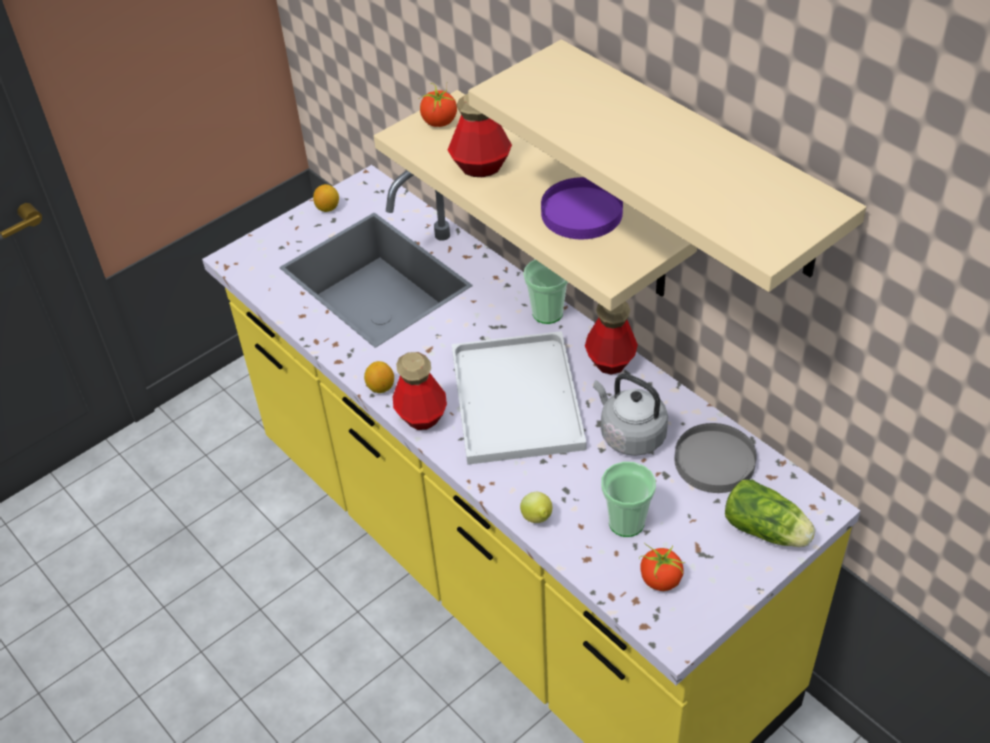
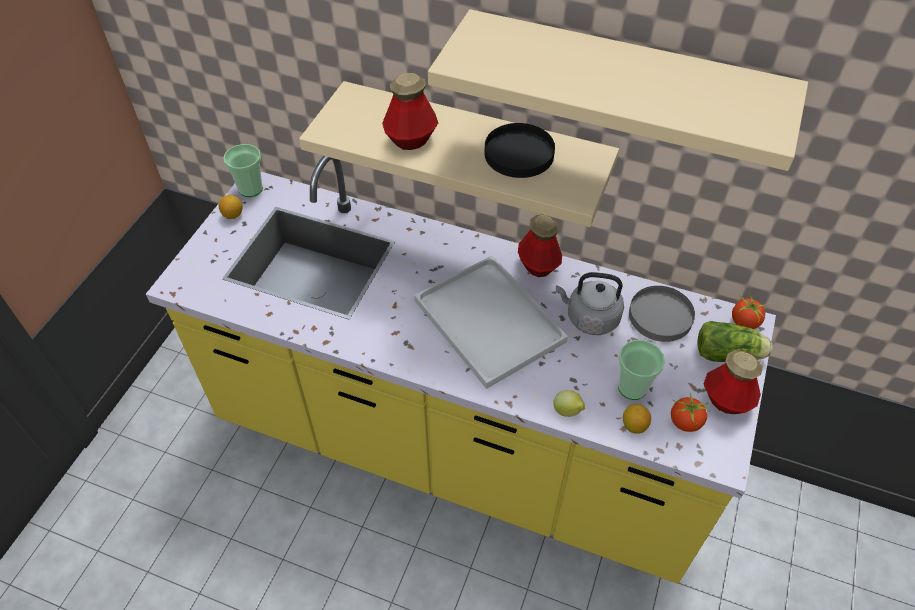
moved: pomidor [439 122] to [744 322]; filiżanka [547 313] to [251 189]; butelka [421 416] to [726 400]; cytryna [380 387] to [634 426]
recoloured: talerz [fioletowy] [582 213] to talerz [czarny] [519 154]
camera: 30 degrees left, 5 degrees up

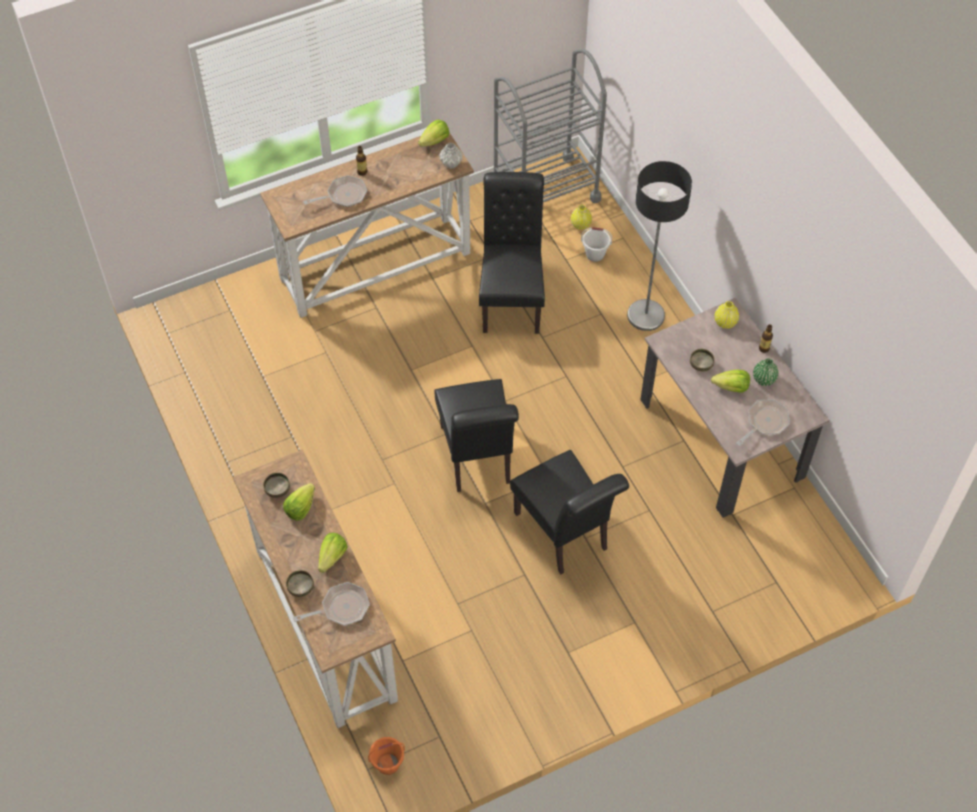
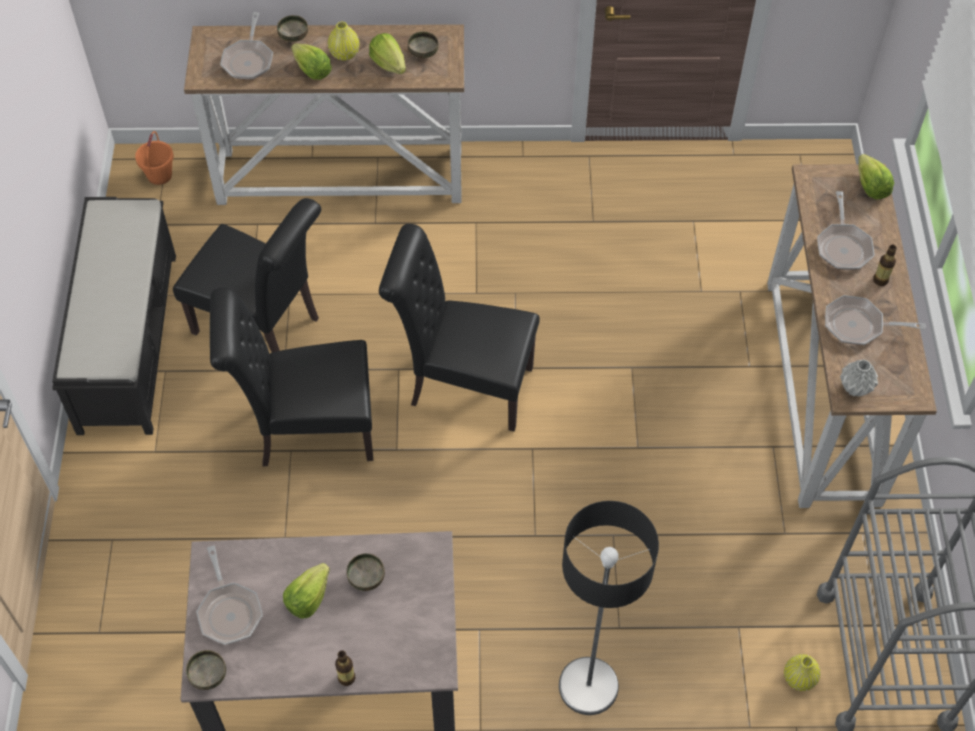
removed: wiadro [biały] [595 254]; wazon [zielony] [764 379]
added: ławka [czarny] [128 340]; patelnia [858 325]; miska [207 676]
moved: sałata [435 141] to [870 187]; krzesło [czarny] [511 297] to [263 327]; wazon [żółty] [725 322] to [344 54]
camera: 115 degrees right, 0 degrees up

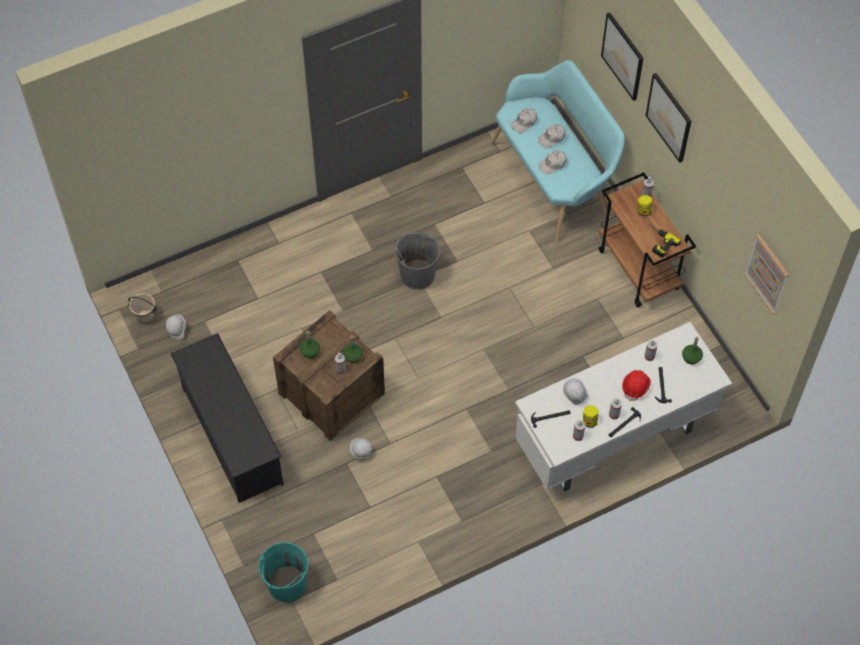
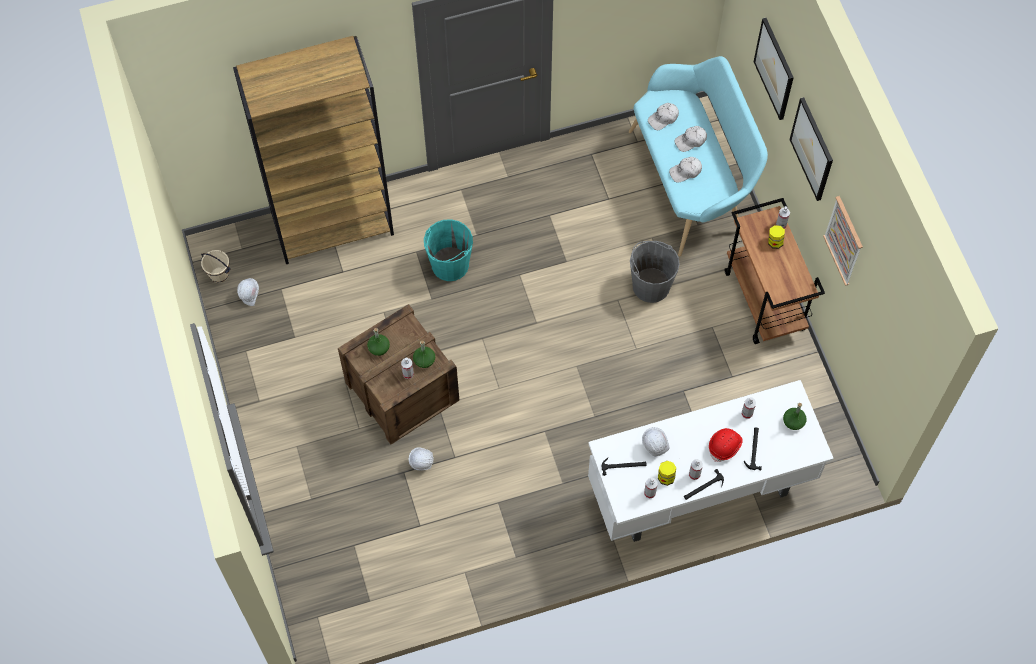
removed: wiertarka [658 242]; regał na buty [czarny] [231 436]
added: regał [brązowy] [333 225]
moved: wiadro [szary] [417 275] to [651 285]; obraz [767 273] to [844 240]; wiadro [turkusowy] [286 584] to [449 265]
camera: 10 degrees right, 5 degrees up

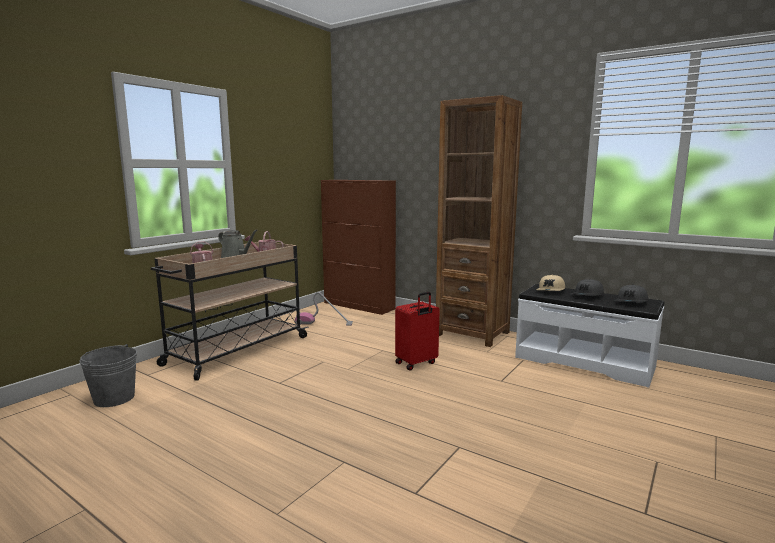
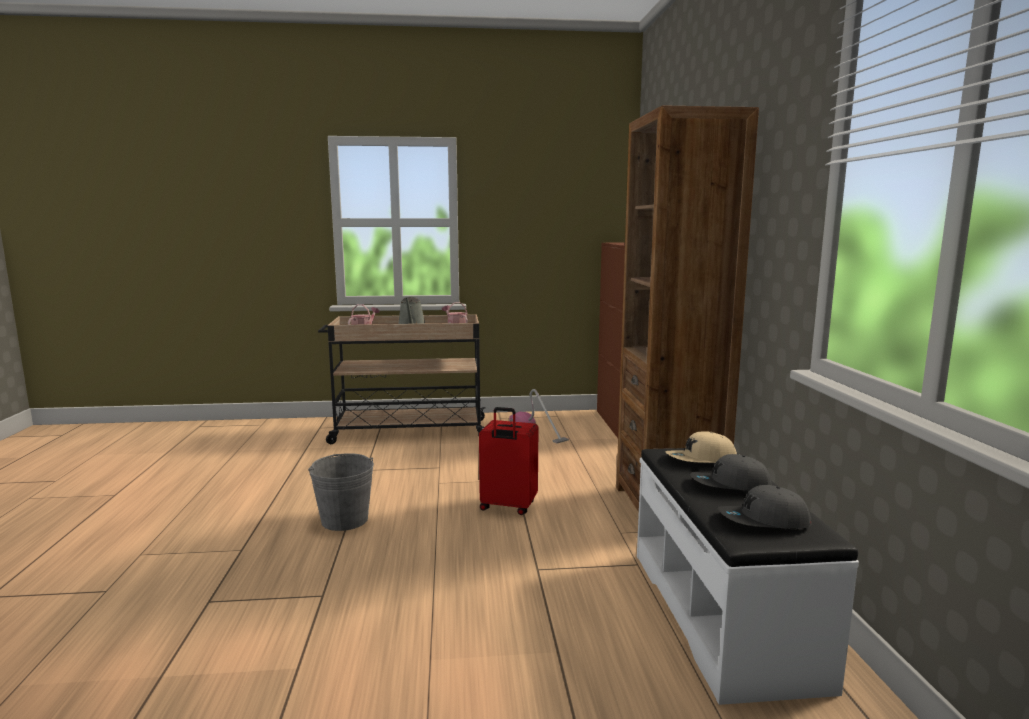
moved: wiadro [szary] [114 398] to [344 520]
camera: 50 degrees right, 0 degrees up

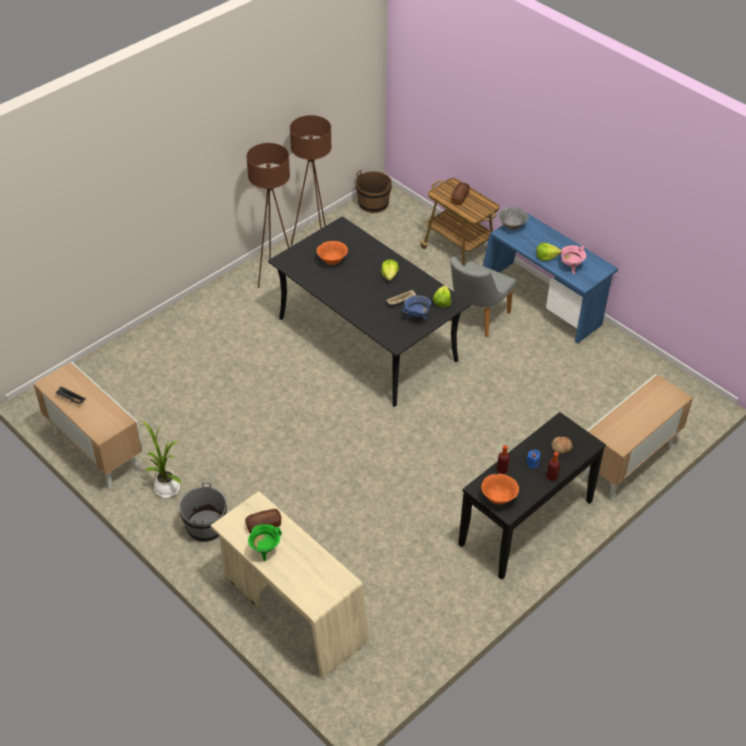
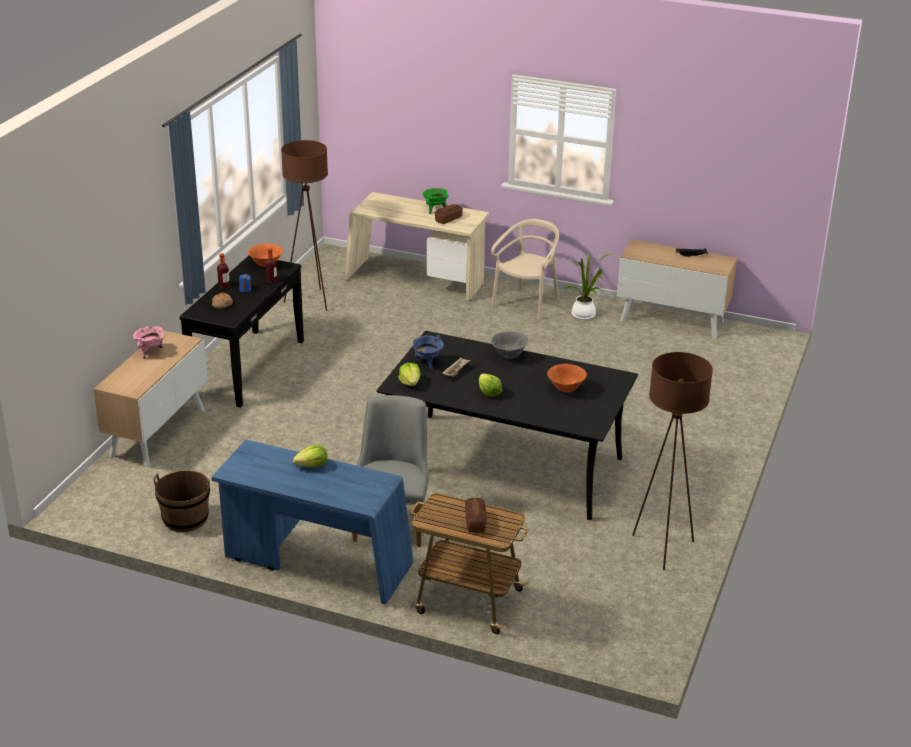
moved: lampa stojąca [brązowy] [275 275] to [310 301]; wiadro [brązowy] [373 204] to [185 518]; miska [szary] [512 226] to [509 356]; garnek [różowy] [571 267] to [150 352]
replaced: wiadro [szary] [206 526] to krzesło [beżowy] [526 303]
camera: 155 degrees right, 15 degrees down

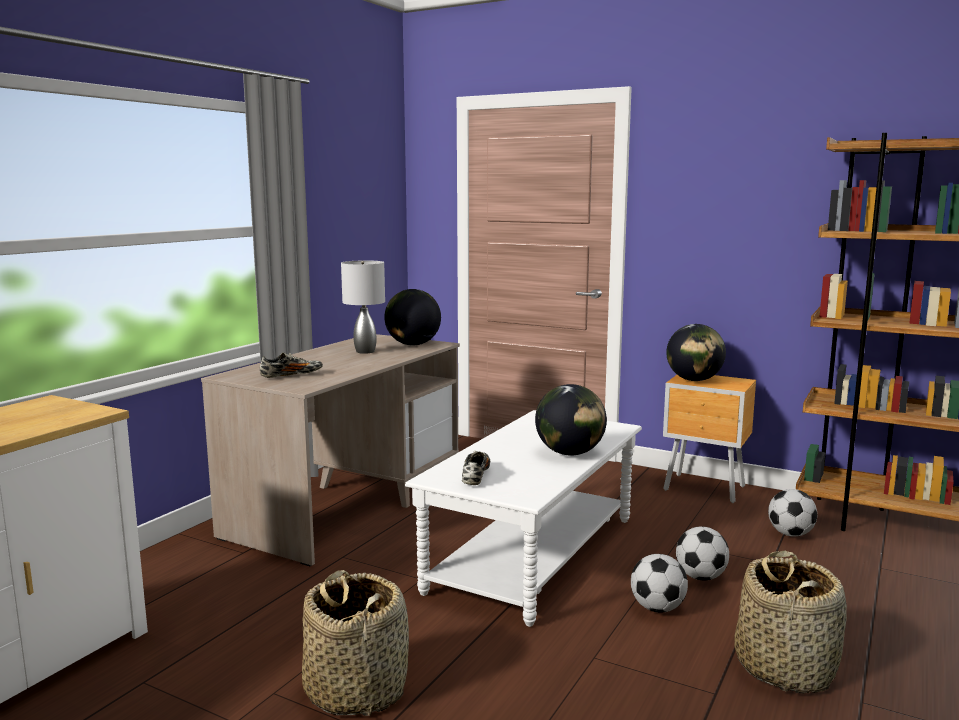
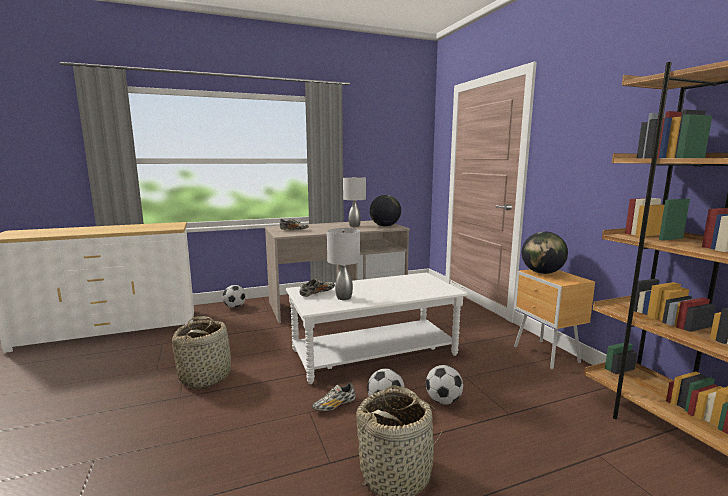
removed: globus [569 453]
added: lampa stołowa [szary] [344 297]; but [334 406]
moved: piłka futbolowa [790 534] to [235 307]
camera: 40 degrees right, 0 degrees up

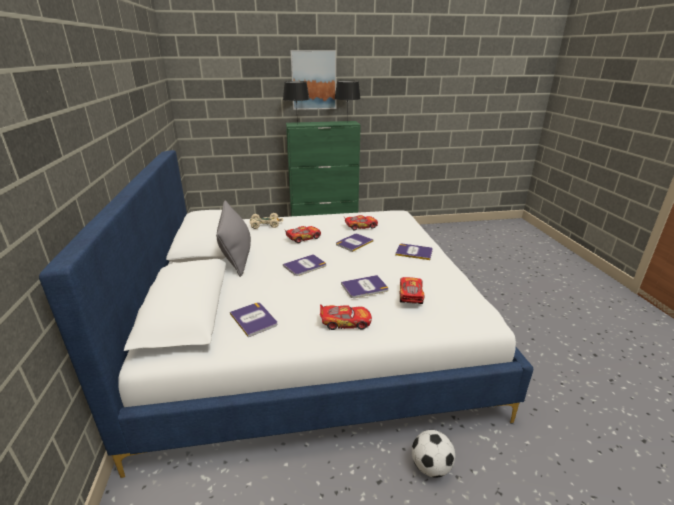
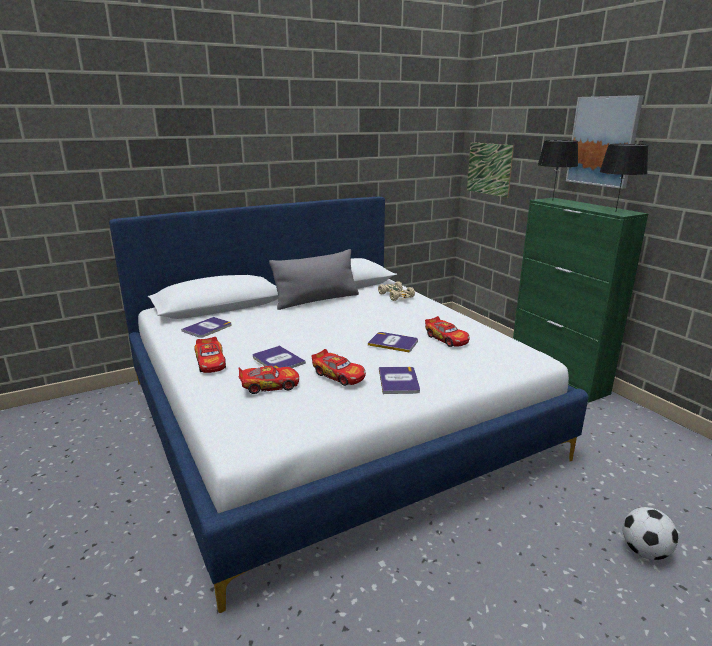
removed: książka [305 266]
added: obraz [489 169]
moved: samochodzik [303 238] to [339 375]; piłka futbolowa [431 466] to [645 551]
camera: 70 degrees right, 5 degrees down

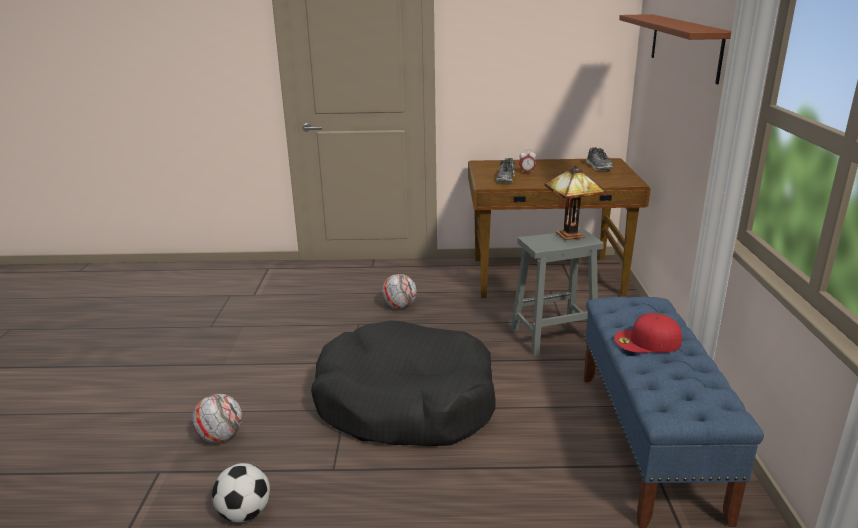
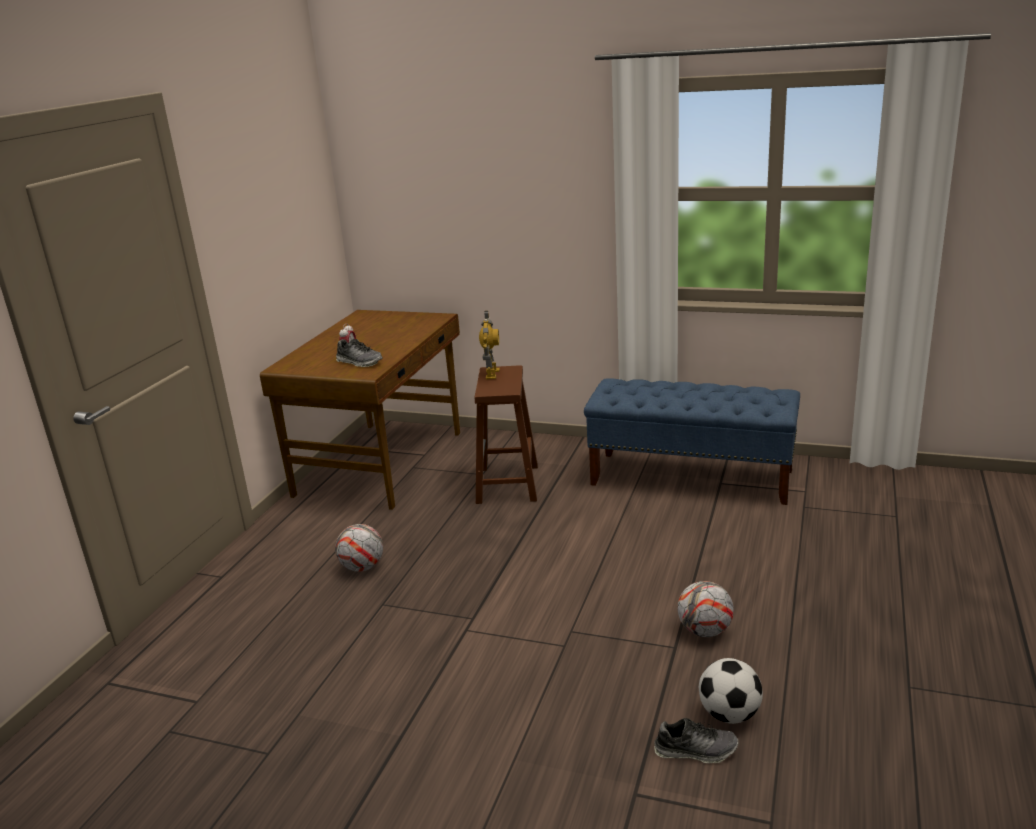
removed: półka [brązowy] [684 45]; czapka z daszkiem [czerwony] [646 341]; legowisko [czarny] [405 403]
moved: but [598 167] to [695 750]; piłka futbolowa [220 437] to [704 631]
replaced: lampa stołowa [571 234] to robot zabawkowy [491 374]
recoloured: stołek [szary] [552 337] to stołek [brązowy] [508 485]
camera: 70 degrees left, 0 degrees up

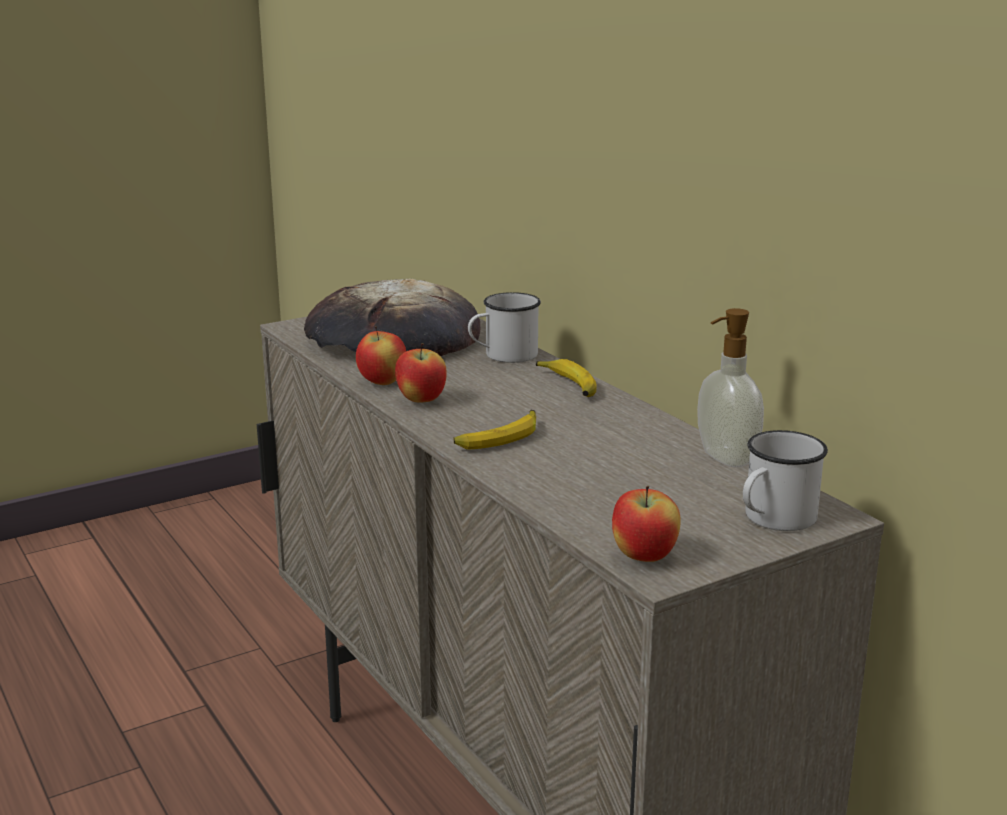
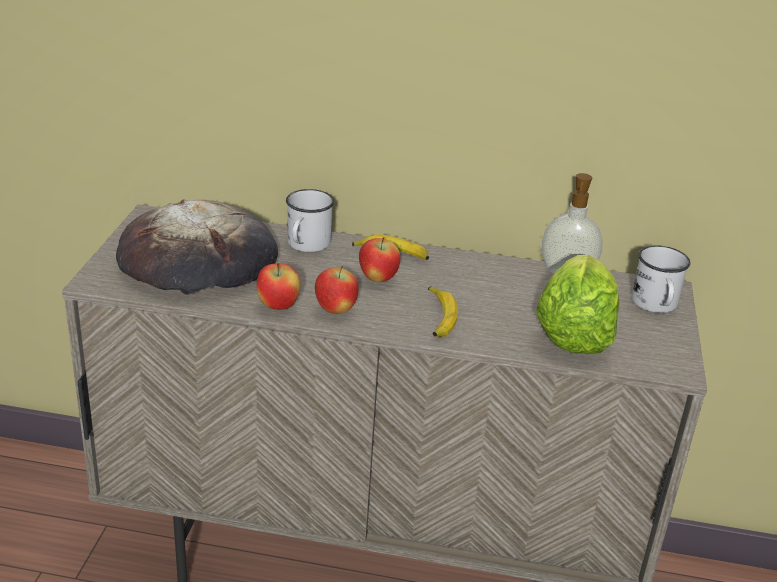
added: sałata [574 333]
moved: jabłko [644 557] to [378 279]
camera: 50 degrees left, 10 degrees up

